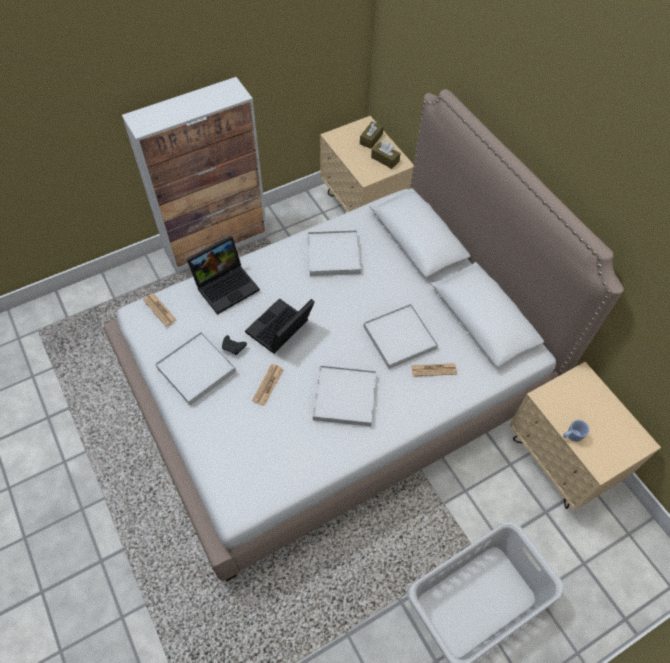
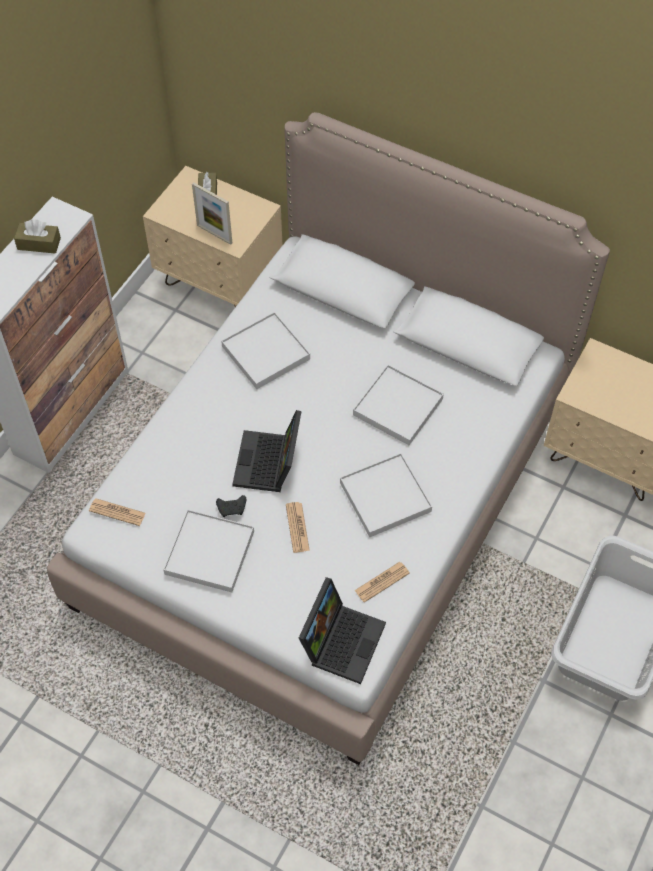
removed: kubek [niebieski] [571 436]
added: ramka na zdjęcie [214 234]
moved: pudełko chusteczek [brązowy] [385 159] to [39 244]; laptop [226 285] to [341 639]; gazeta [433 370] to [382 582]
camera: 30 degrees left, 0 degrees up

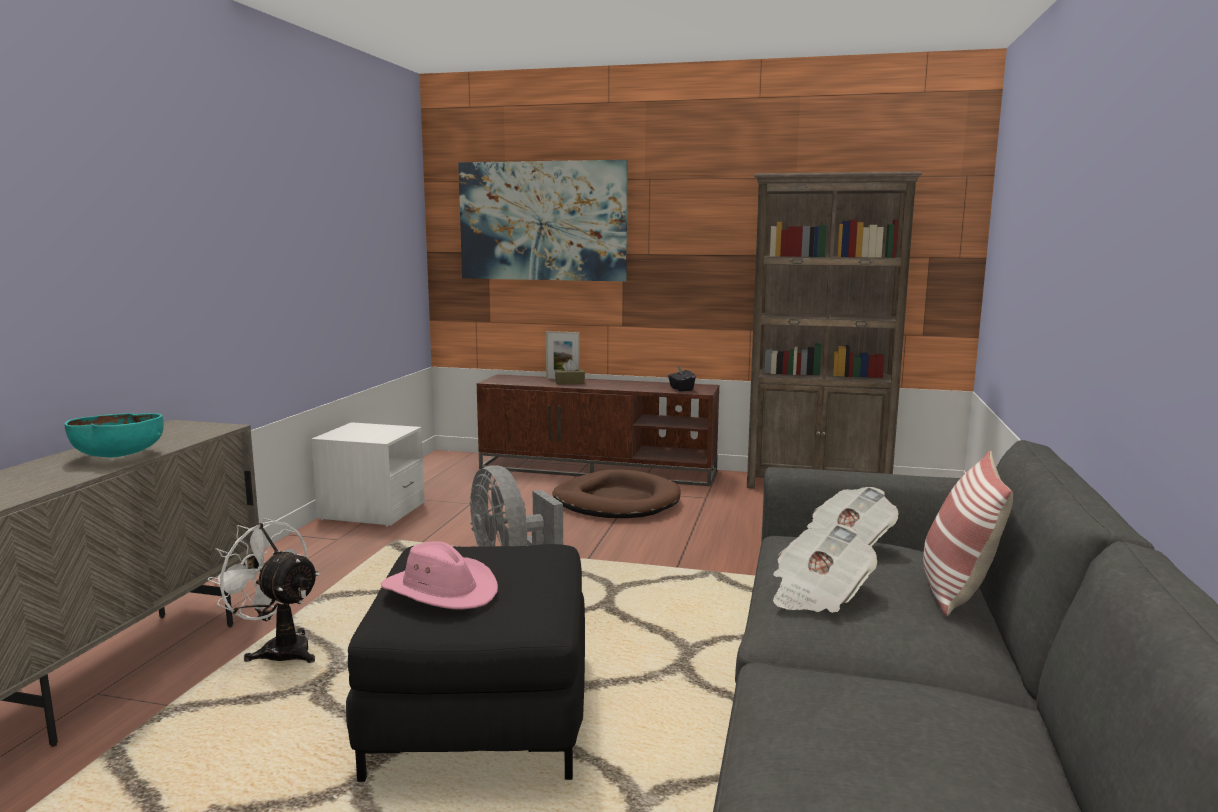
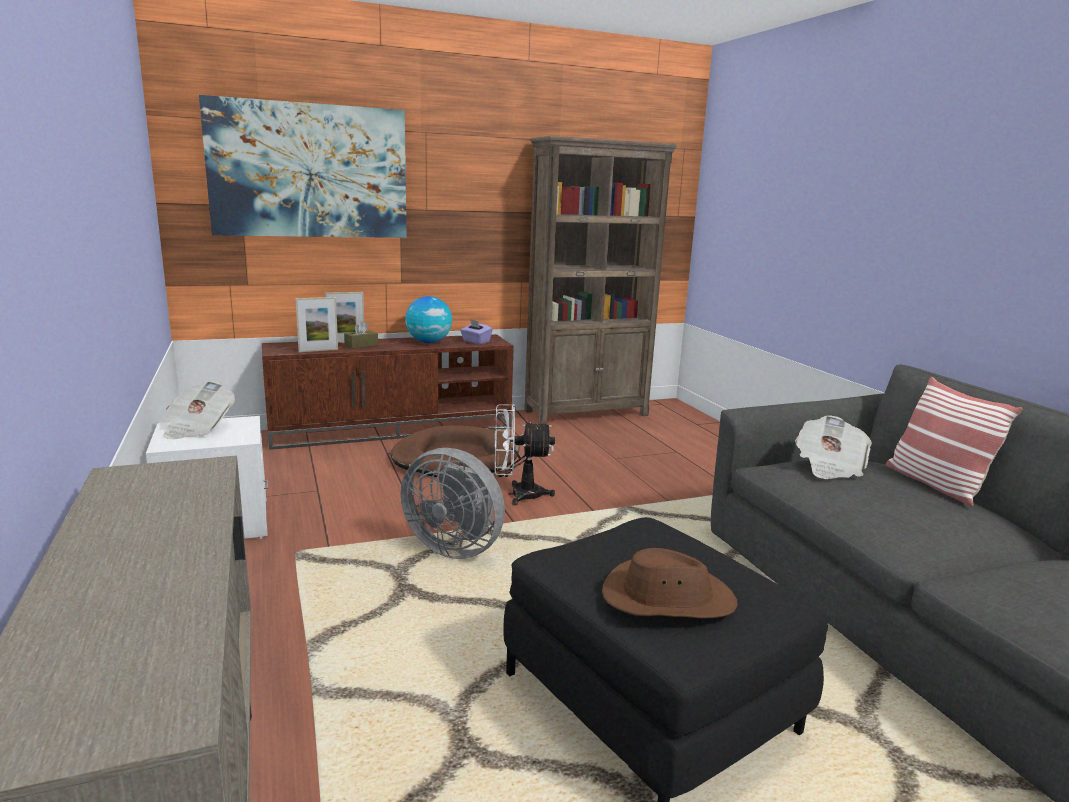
removed: miska [turkusowy] [118 456]
added: globus [429 342]; ramka na zdjęcie [318 350]
moved: wentylator [biały] [278 649] to [518 494]; gazeta [817 595] to [198 428]
recoloured: pudełko chusteczek [czarny] [681 389] to pudełko chusteczek [fioletowy] [475 342]; kapelusz [różowy] [441 590] to kapelusz [brązowy] [667 598]
camera: 35 degrees left, 5 degrees up

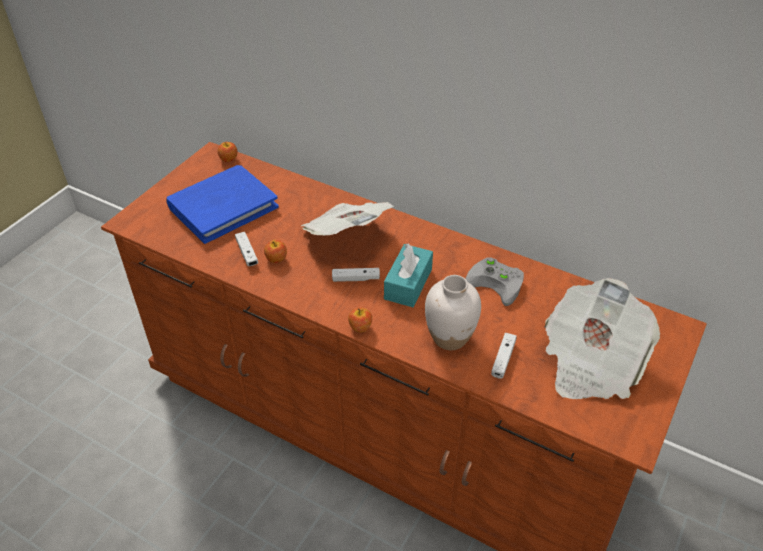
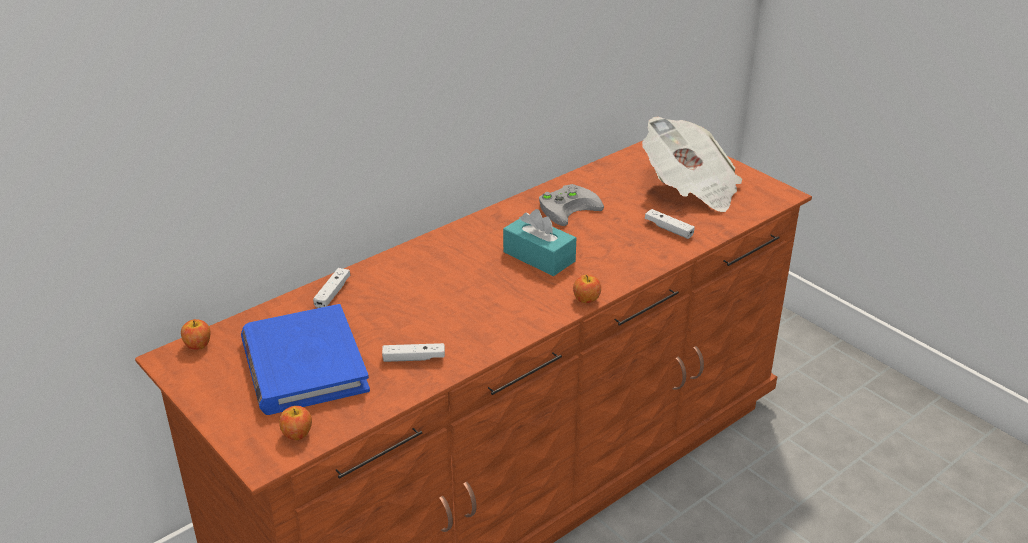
removed: gazeta [346 235]; wazon [biały] [449 337]
moved: jabłko [276 259] to [297 434]; pad do gier [biały] [356 279] to [332 293]
camera: 70 degrees left, 10 degrees down

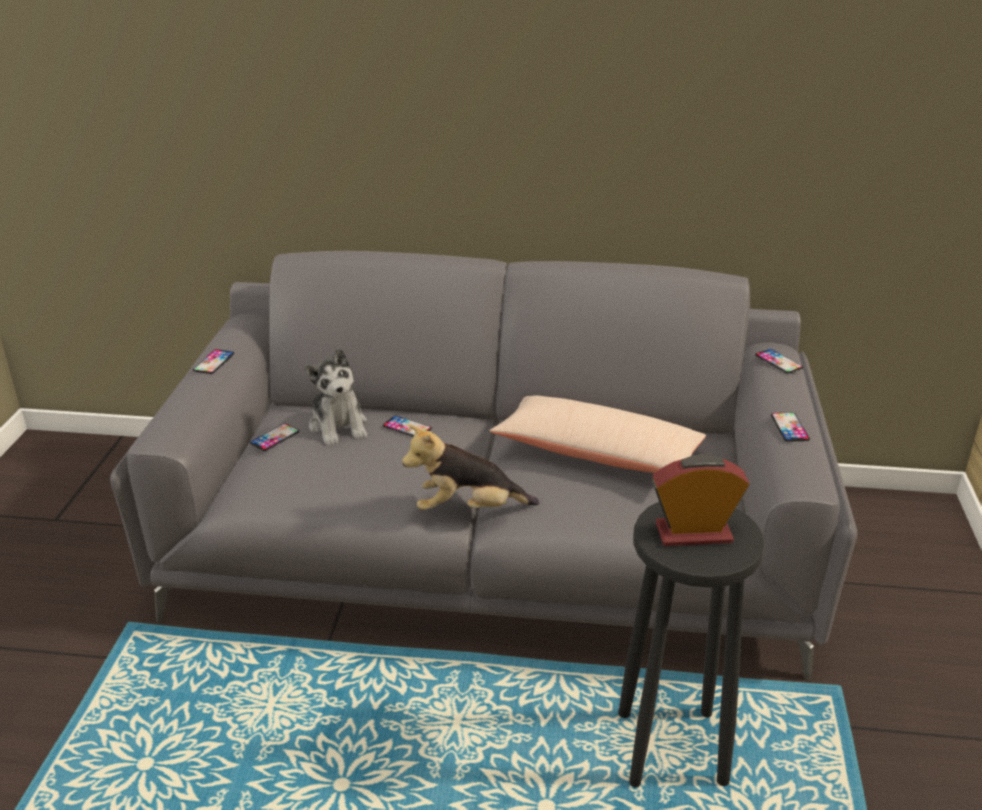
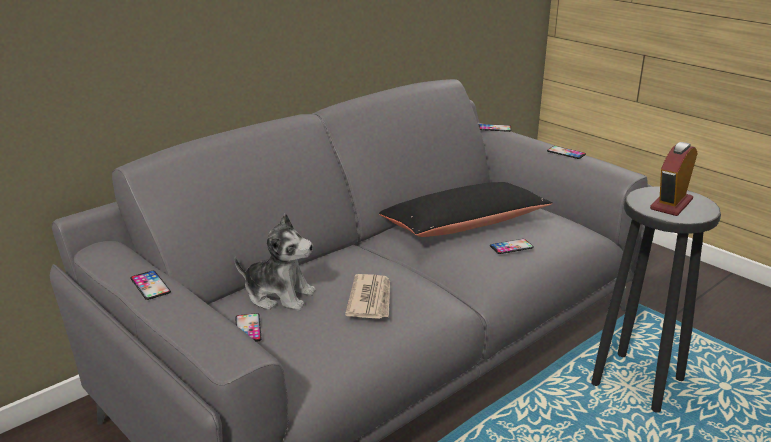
removed: pluszak [468 509]
added: gazeta [371 299]
moved: telefon [407 427] to [511 247]
recoloured: poduszka [beżowy] [597 453] to poduszka [czarny] [463 225]
camera: 50 degrees left, 5 degrees down

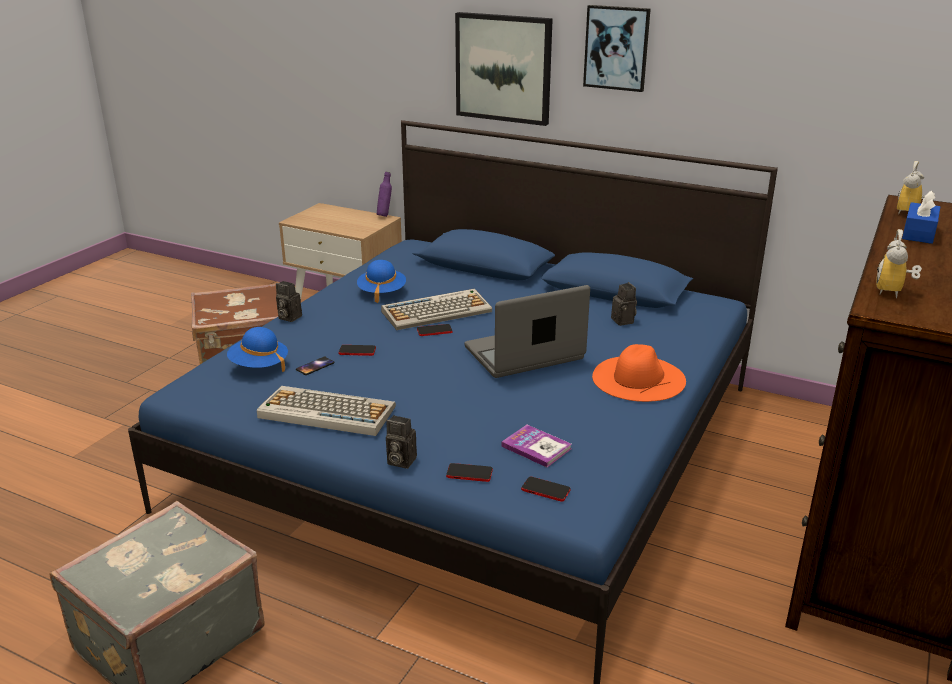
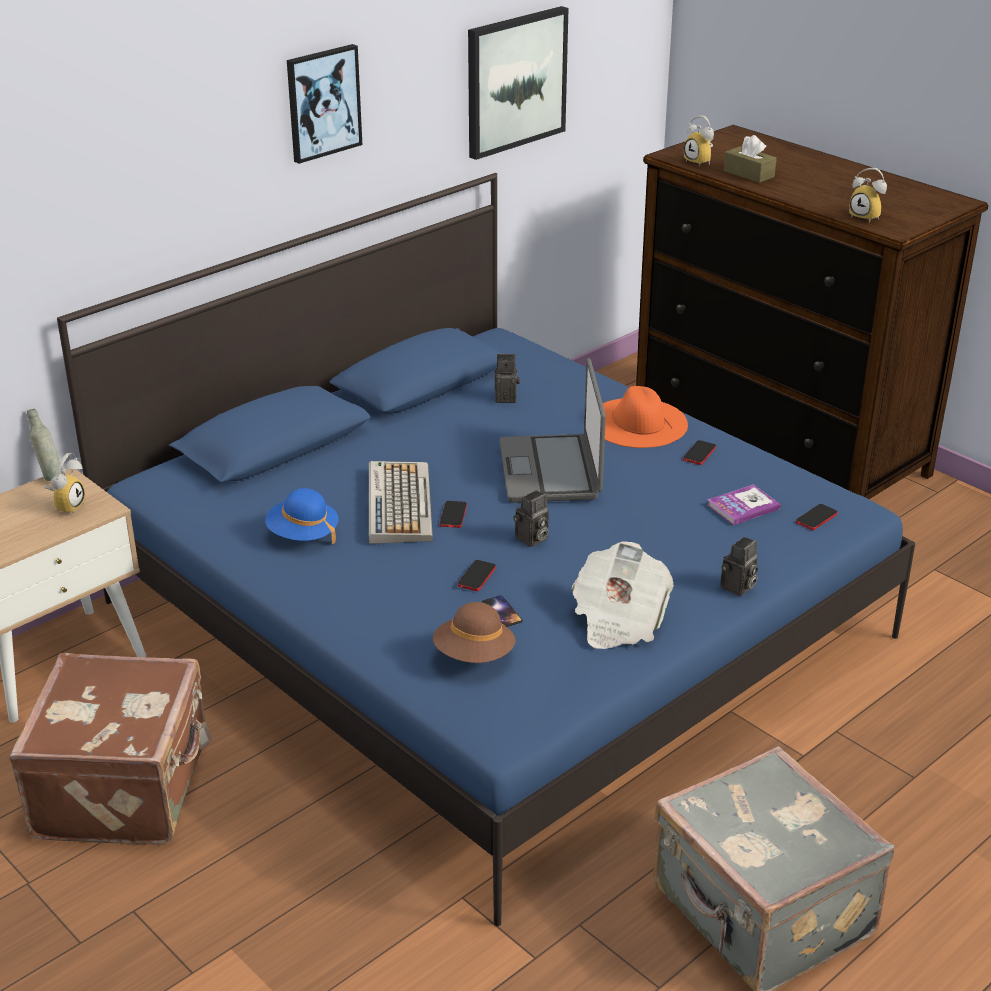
added: budzik [67 506]
moved: obraz [503 68] to [515 81]; aparat fotograficzny [288 317] to [531 539]; telefon [469 473] to [699 453]
replaced: klawiatura [325 412] to gazeta [618 620]
recoloured: butelka [fioletowy] [385 215] to butelka [szary] [49 476]; pudełko chusteczek [niebieski] [918 233] to pudełko chusteczek [brązowy] [748 174]; kapelusz [niebieski] [259 366] to kapelusz [brązowy] [474 655]
camera: 70 degrees left, 5 degrees up

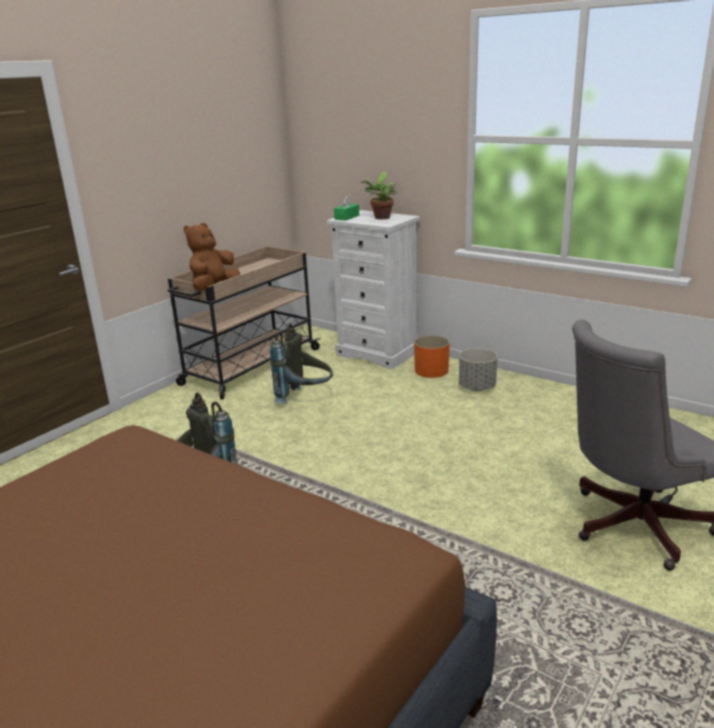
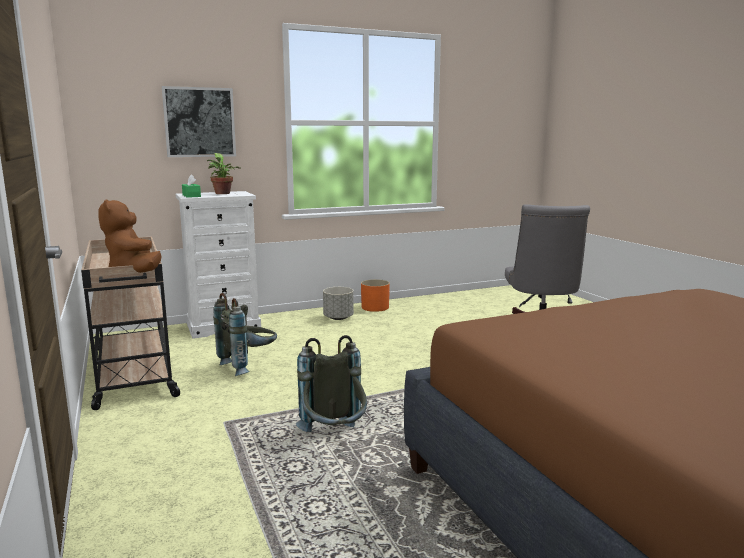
added: obraz [199 122]
moved: donica [pomarańczowy] [431 370] to [375 307]
camera: 60 degrees left, 10 degrees down

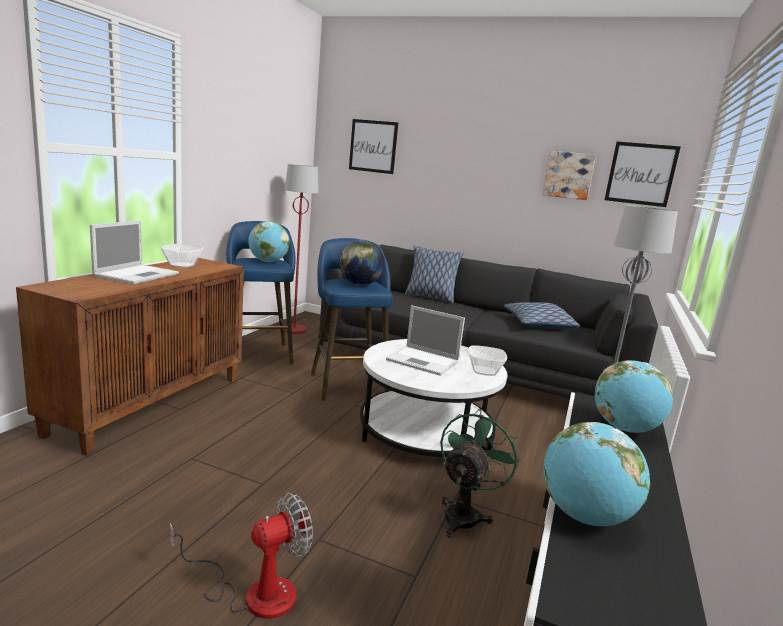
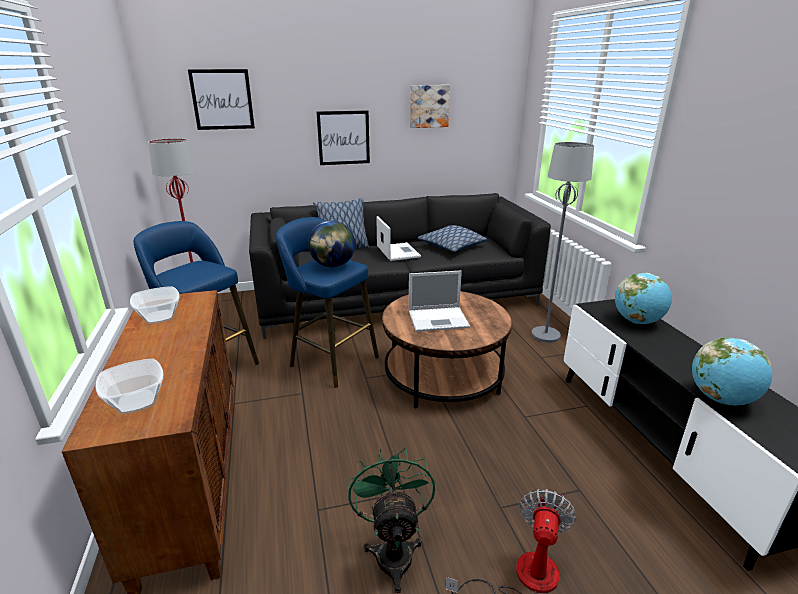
removed: globus [267 262]
moved: obraz [641 174] to [343 138]; laptop [138 275] to [397 252]; miska [484 371] to [136 402]; wentylator [zielony] [464 514] to [393 550]
recoloured: ława [biały] [425 433] to ława [brązowy] [443 375]
camera: 35 degrees left, 10 degrees up

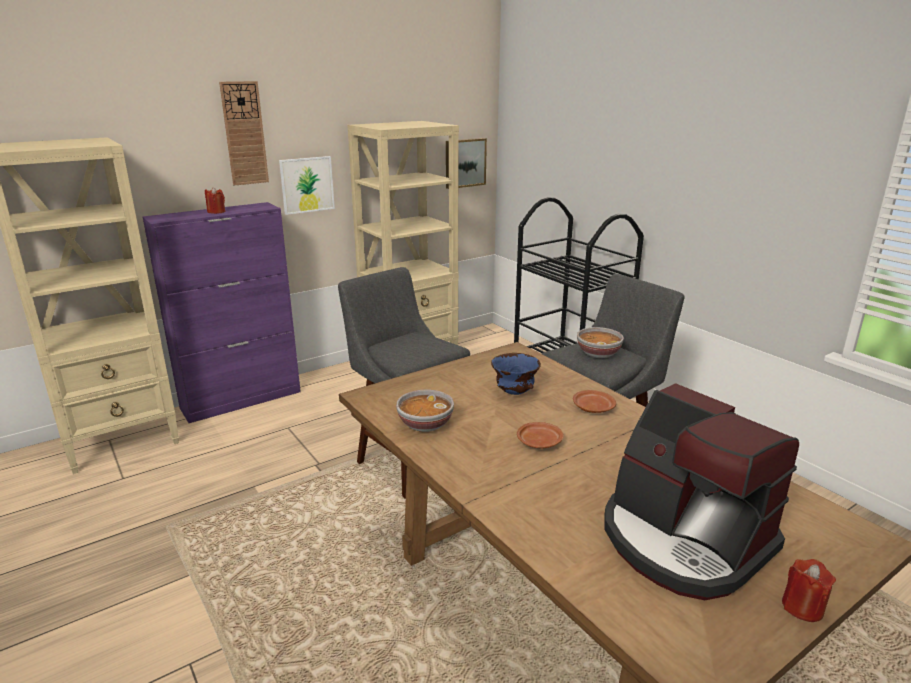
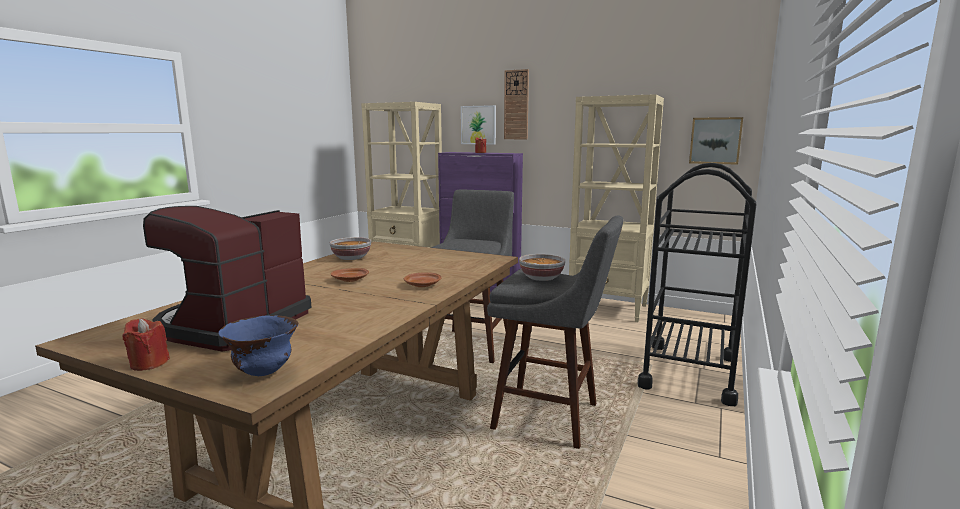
moved: obraz [307 185] to [478 125]; miska [niebieski] [514 392] to [264 373]
camera: 60 degrees right, 10 degrees down

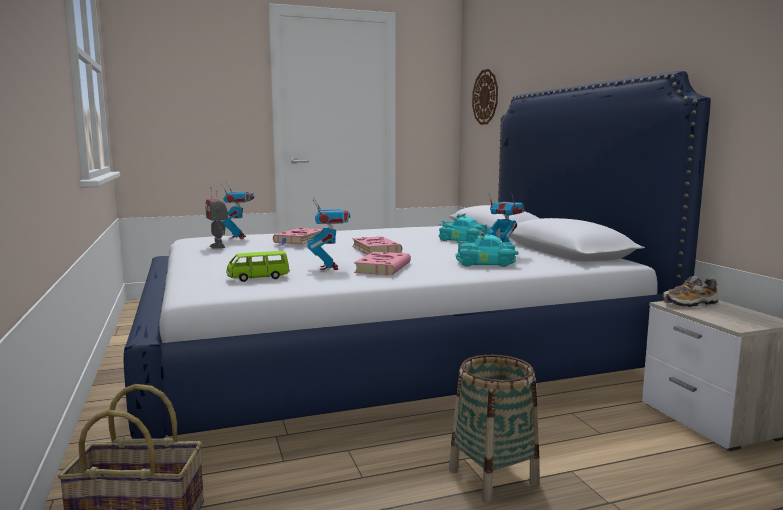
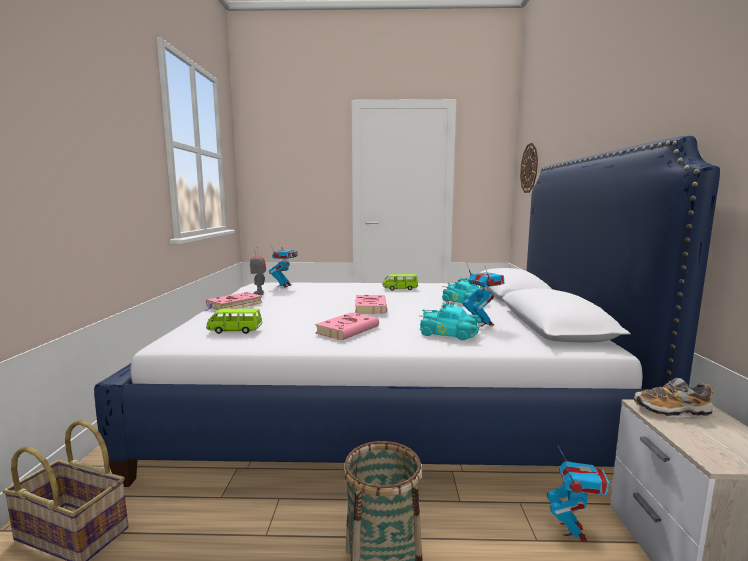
added: samochodzik [zielony] [400 289]
moved: robot zabawkowy [329 268] to [573 531]; książka [różowy] [299 240] to [233 305]
camera: 20 degrees right, 0 degrees up

